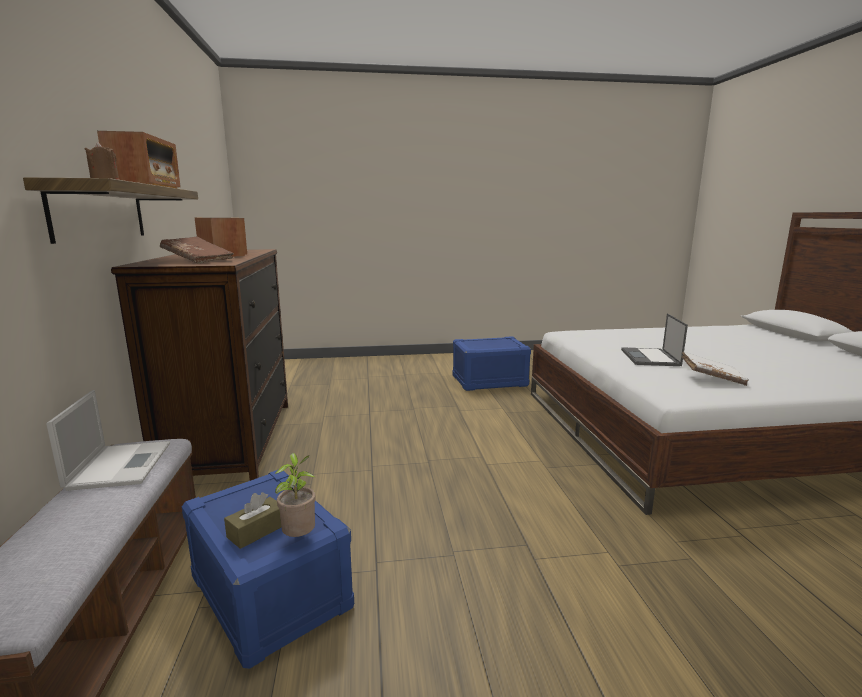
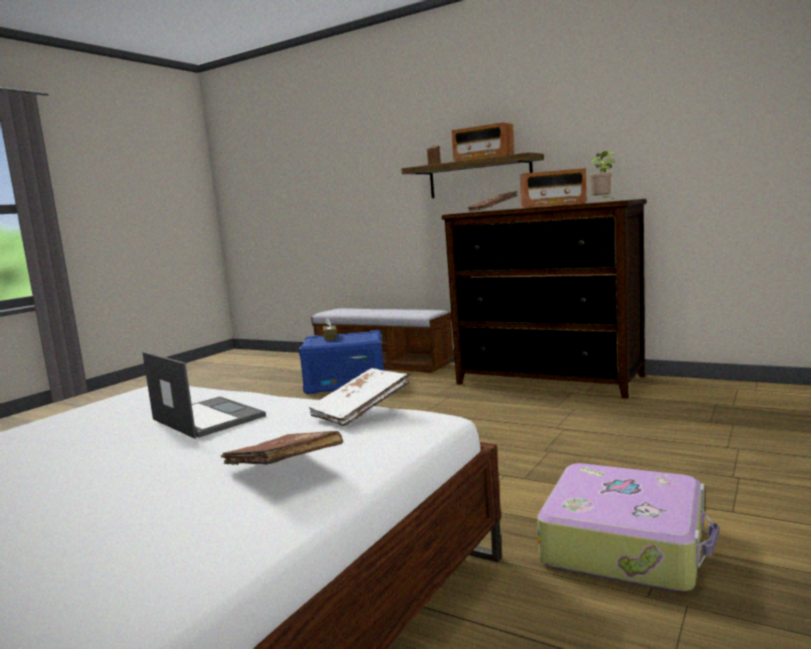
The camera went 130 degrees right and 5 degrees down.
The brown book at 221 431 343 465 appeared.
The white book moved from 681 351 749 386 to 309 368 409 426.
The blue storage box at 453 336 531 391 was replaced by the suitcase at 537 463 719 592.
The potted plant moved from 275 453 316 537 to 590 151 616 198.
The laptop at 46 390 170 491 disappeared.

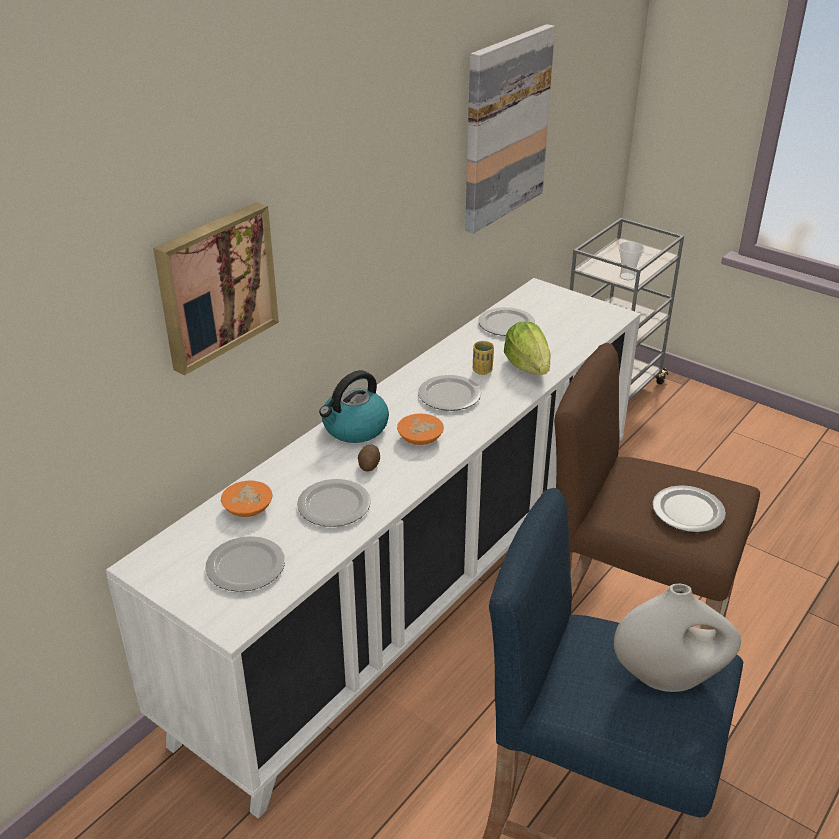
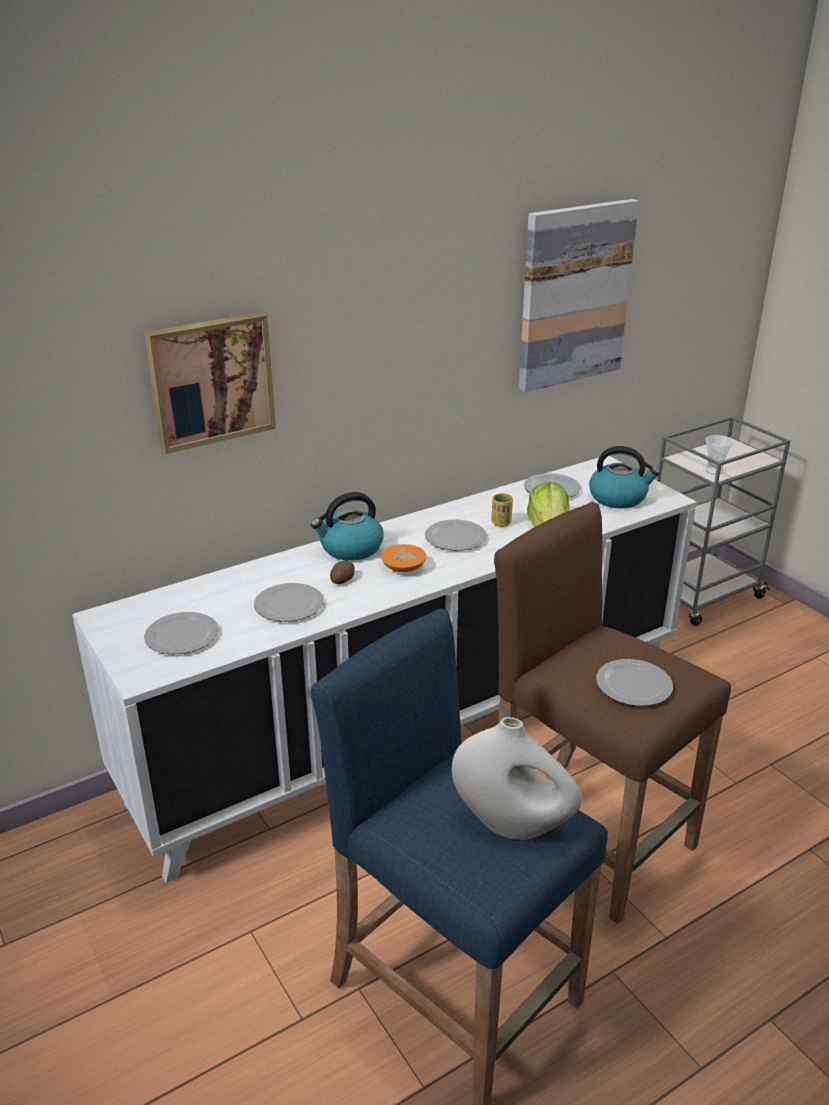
The camera went 20 degrees right and 5 degrees down.
The kettle at 589 446 660 508 appeared.
The orange bowl at 221 480 273 517 disappeared.

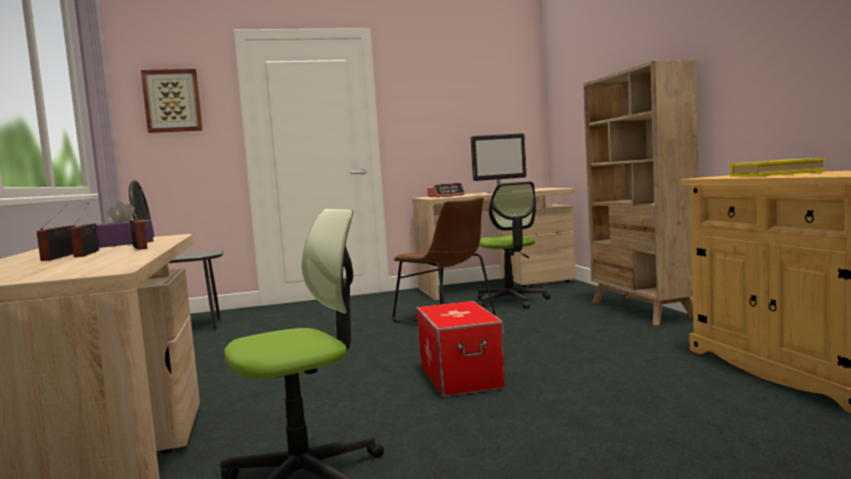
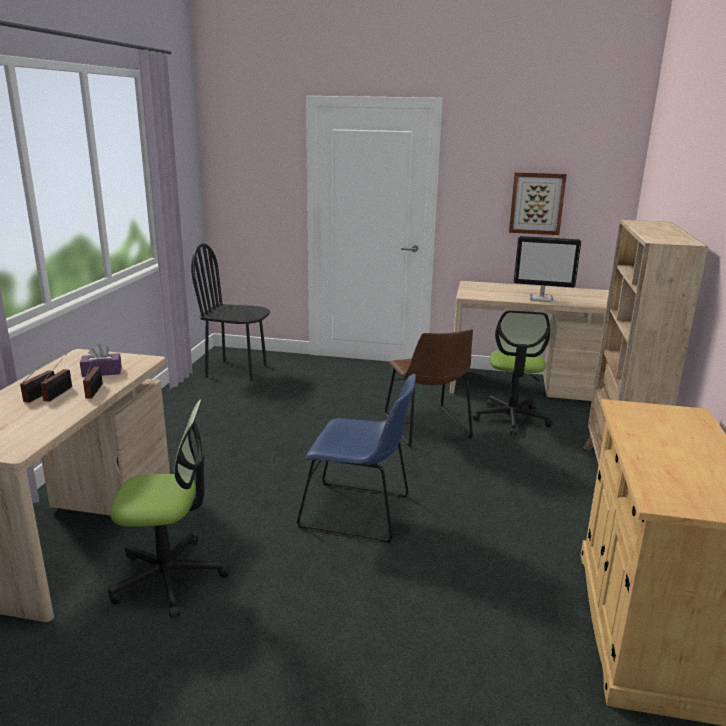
The camera went 25 degrees right and 15 degrees up.
The storage box at 416 301 506 397 was replaced by the blue chair at 296 374 416 543.
The picture moved from 141 69 203 133 to 509 172 567 235.
The alarm clock at 427 183 465 198 disappeared.
The yellow book at 730 158 825 177 disappeared.

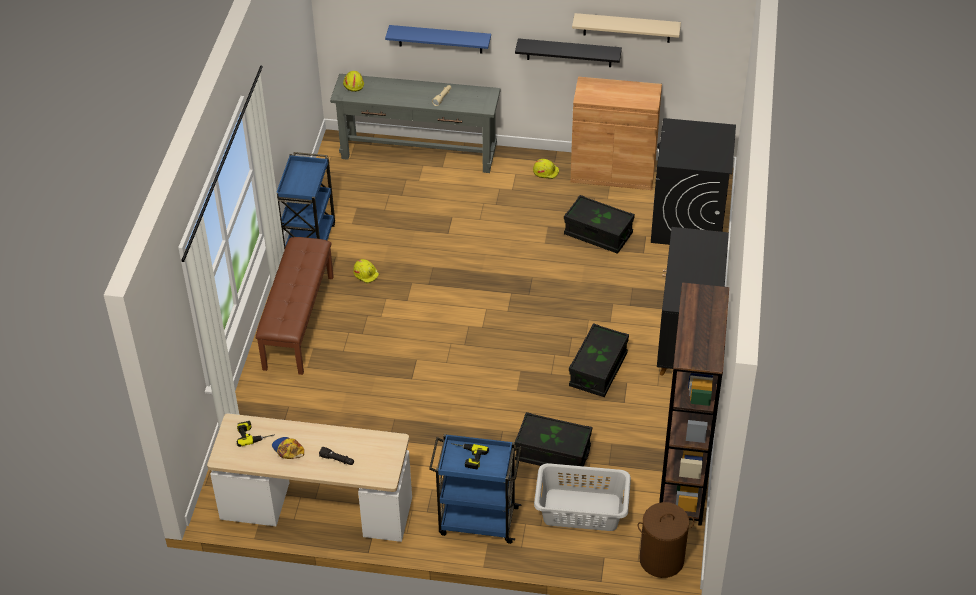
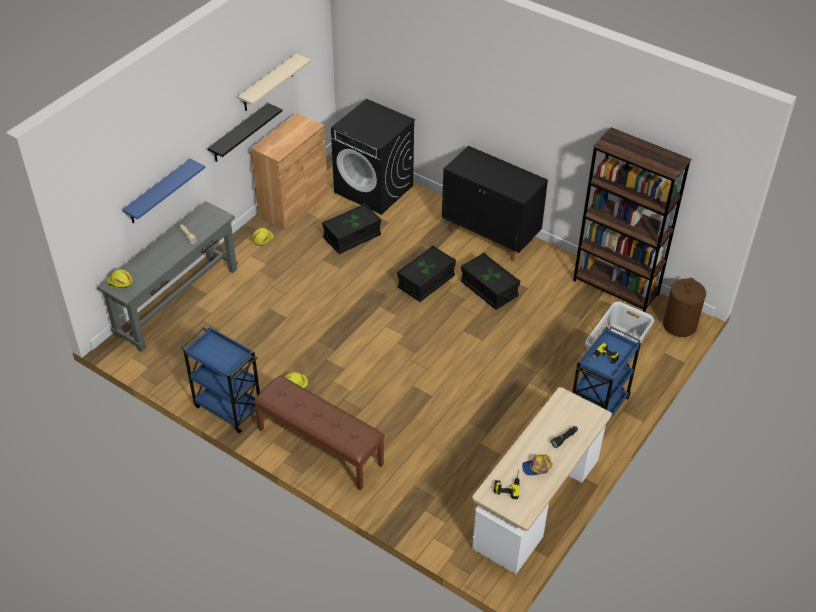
The camera went 65 degrees left and 0 degrees up.
The black storage box moved from 515 412 592 475 to 397 245 456 302.

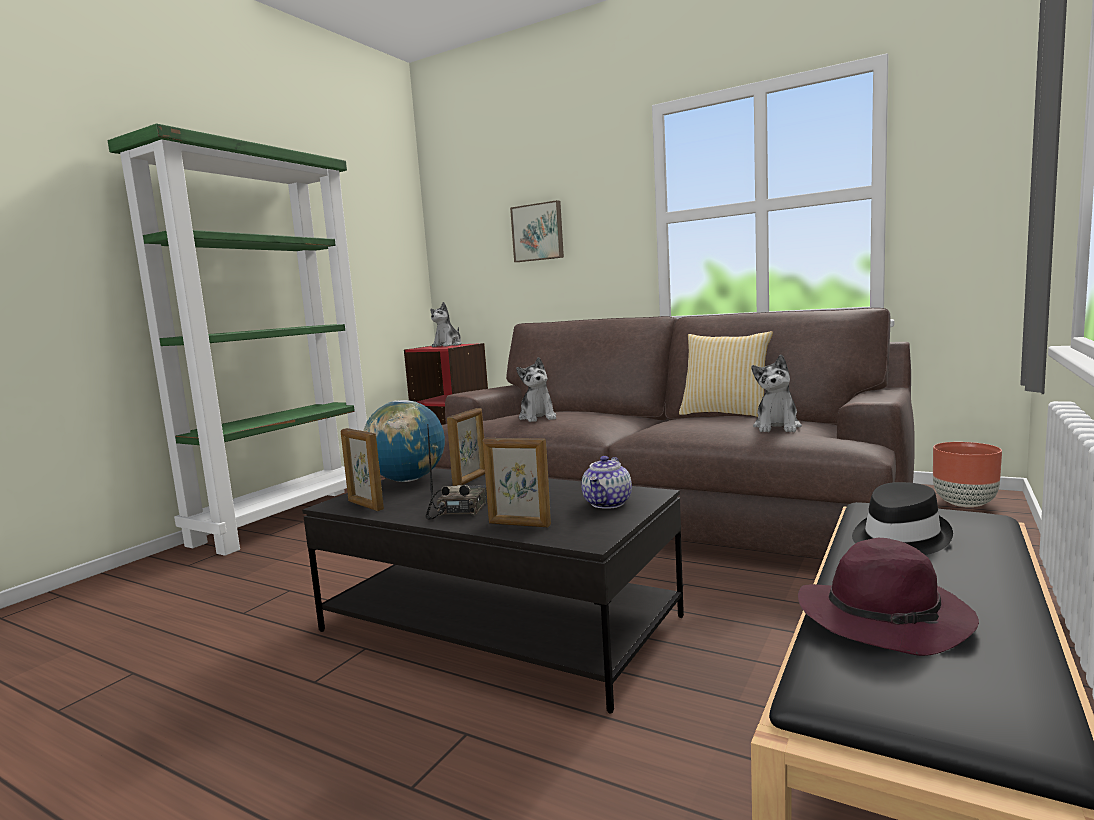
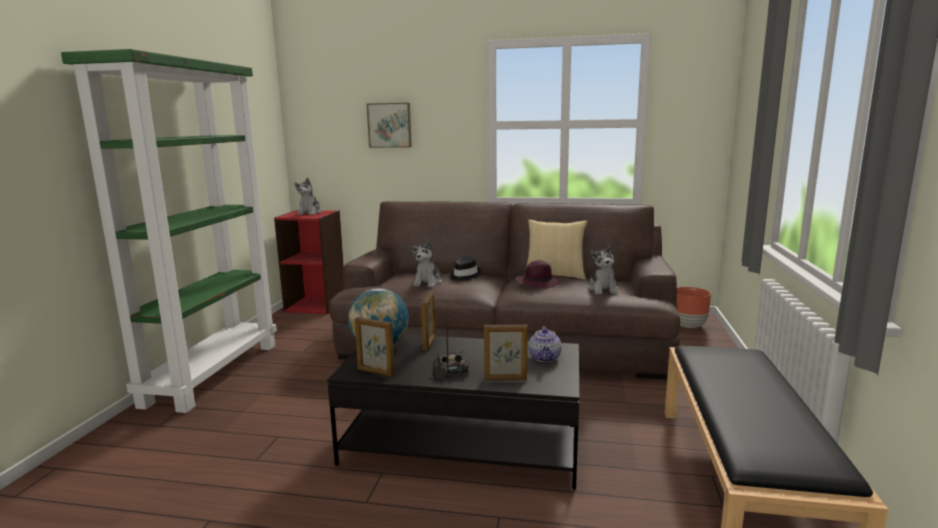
The camera went 20 degrees left and 5 degrees up.
The plush toy at 516 357 556 422 turned 45 degrees clockwise.
The black hat moved from 852 482 953 555 to 450 256 481 281.
The purple hat moved from 798 538 979 656 to 515 260 561 288.

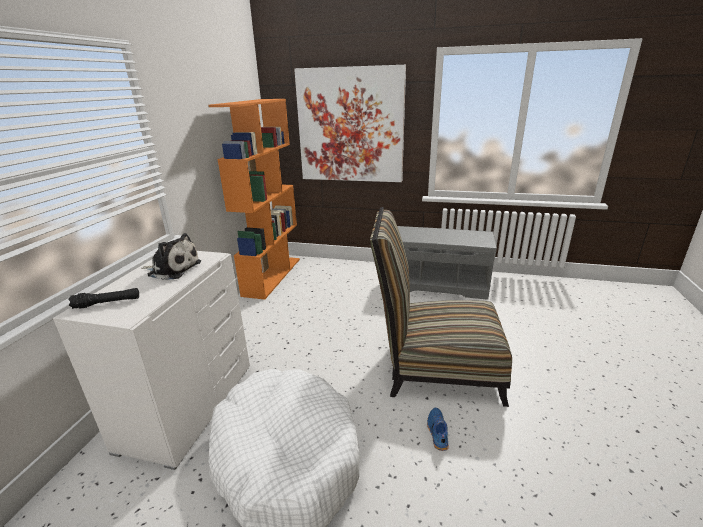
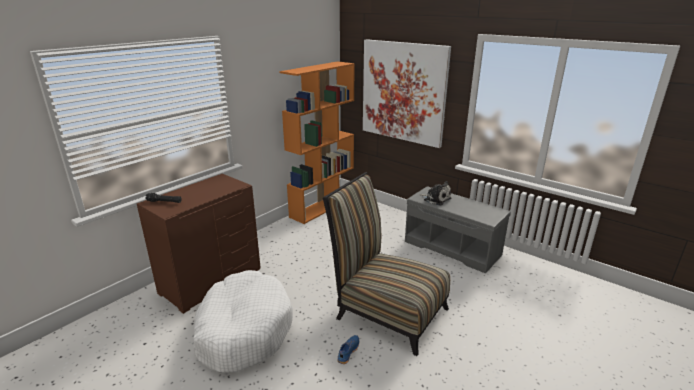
The camera went 25 degrees right and 0 degrees up.
The white dresser at 53 251 250 470 became the brown dresser at 137 174 261 314.
The plush toy moved from 142 233 201 280 to 419 181 451 206.

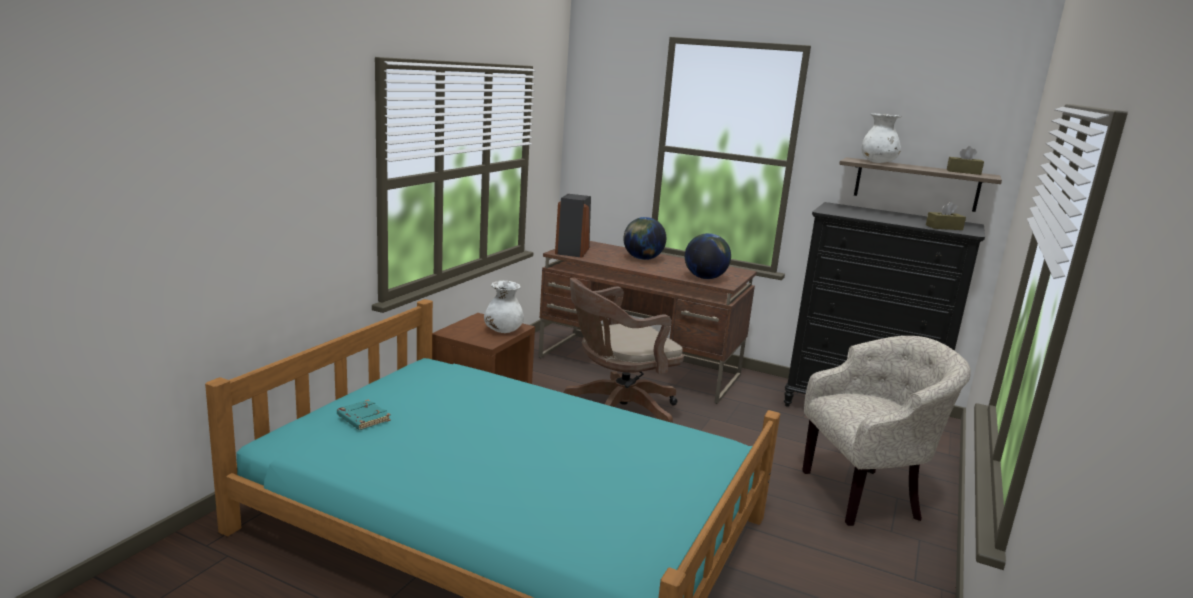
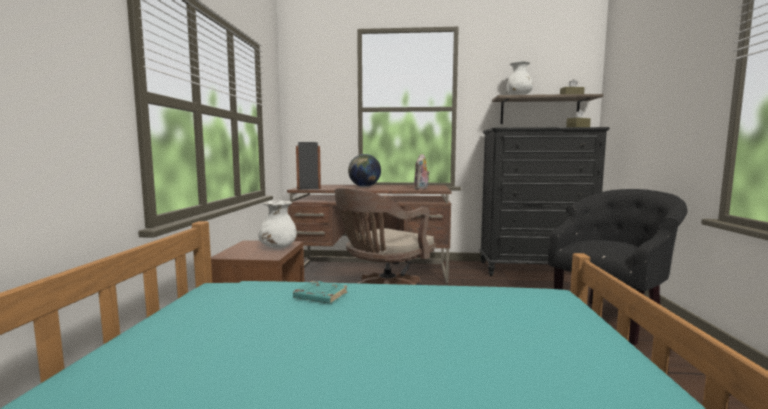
The camera went 20 degrees left and 10 degrees down.
The turquoise book moved from 337 400 391 430 to 293 281 347 304.
The globe at 685 233 731 279 was replaced by the plush toy at 414 154 430 190.
The beige armchair at 802 336 971 526 became the black armchair at 548 189 688 345.

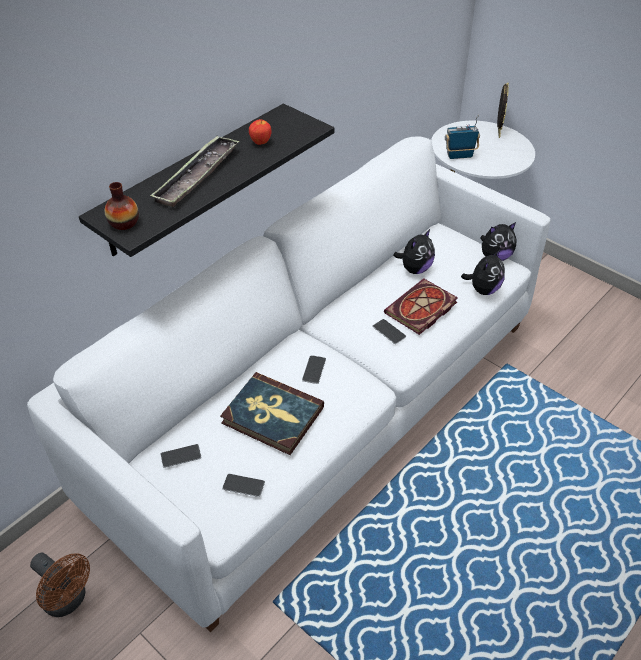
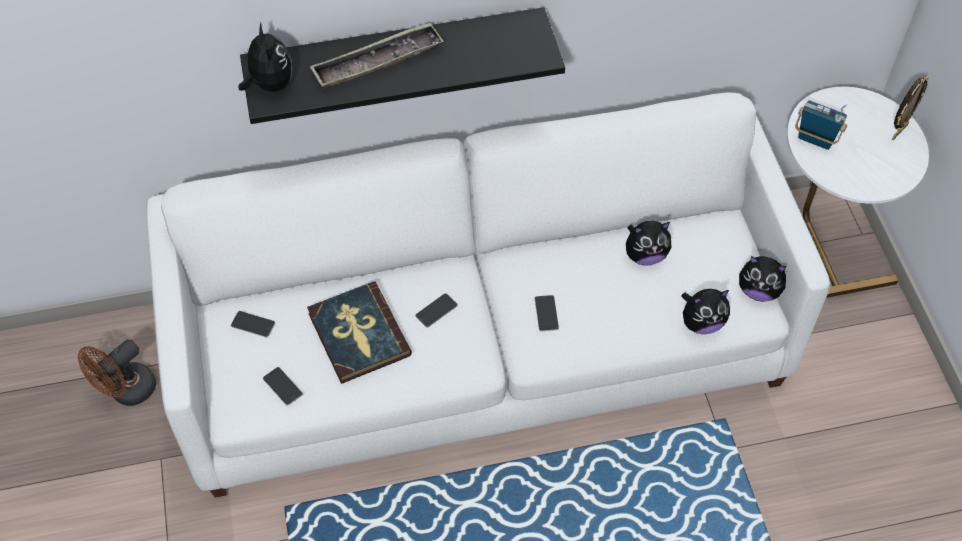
The camera went 35 degrees right and 10 degrees up.
The brown fan at 30 553 90 617 turned 60 degrees clockwise.
The vase at 105 182 139 230 was replaced by the plush toy at 238 23 293 92.
The apple at 249 119 272 145 disappeared.
The book at 384 278 458 335 disappeared.

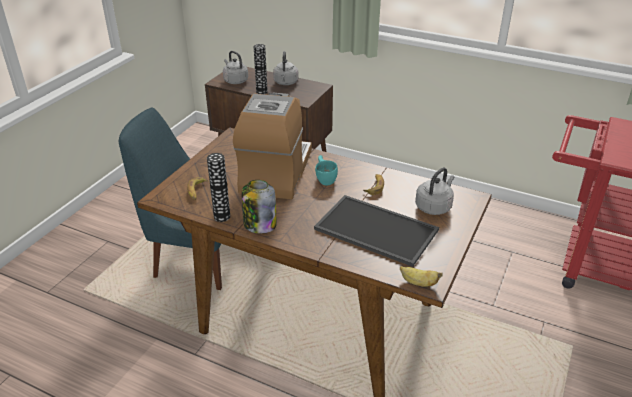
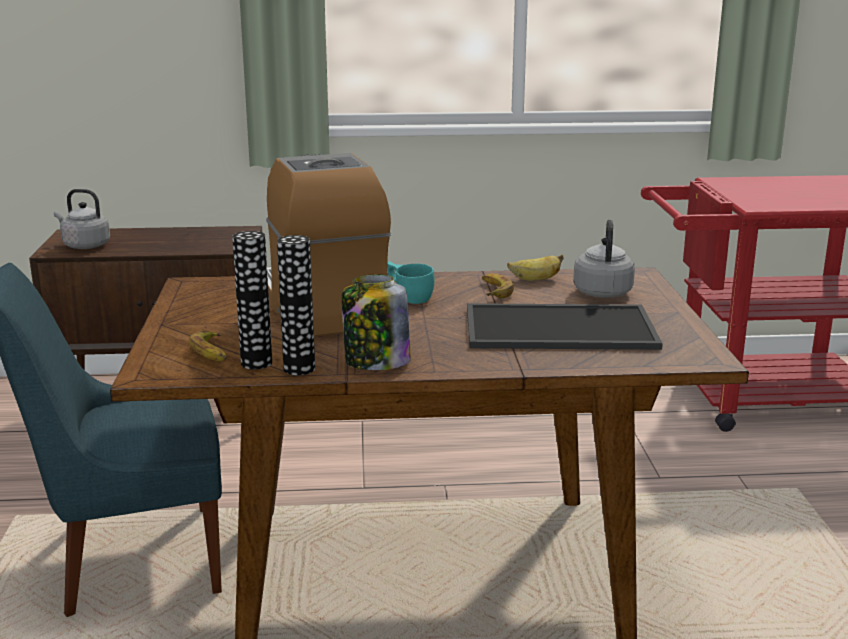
The camera went 30 degrees left and 15 degrees down.
The vase moved from 254 44 268 94 to 232 231 272 369.
The banana moved from 400 266 442 287 to 507 254 564 281.
The grey kettle at 273 51 299 85 disappeared.

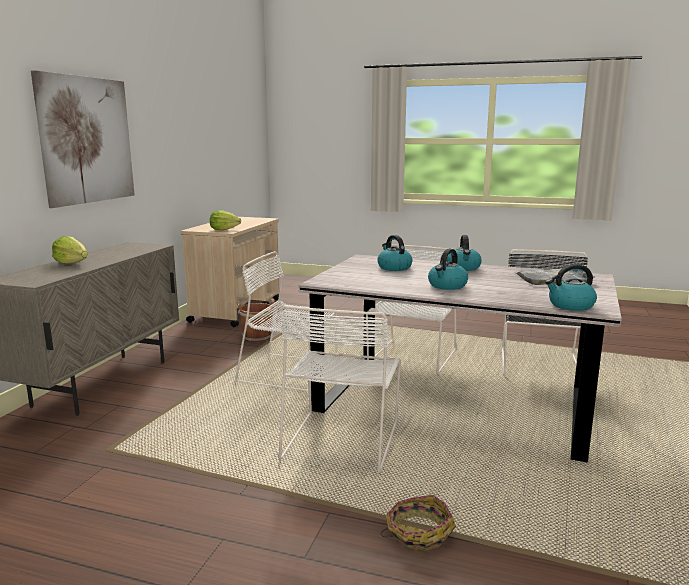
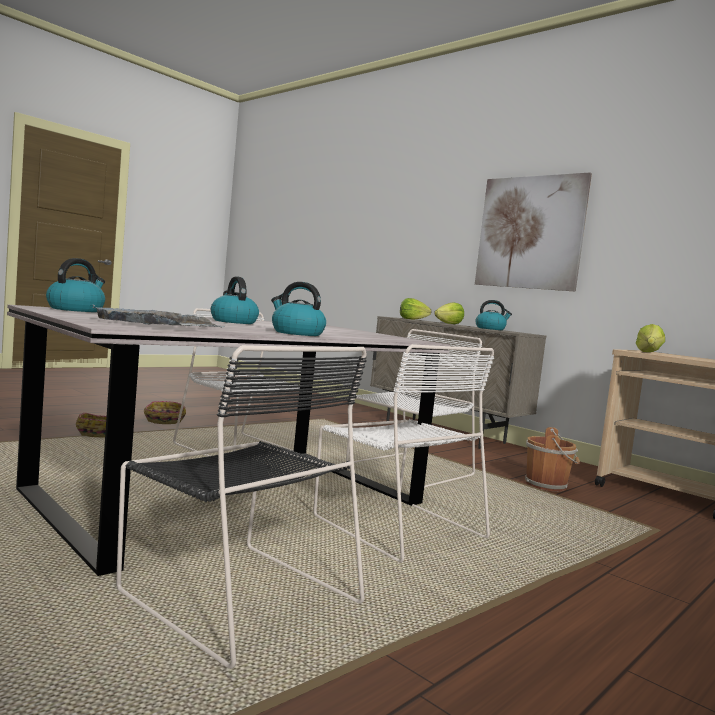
The camera went 115 degrees right and 10 degrees down.
The basket at 144 401 186 424 appeared.
The lettuce at 400 298 431 320 appeared.
The kettle moved from 377 235 413 271 to 476 300 512 330.

